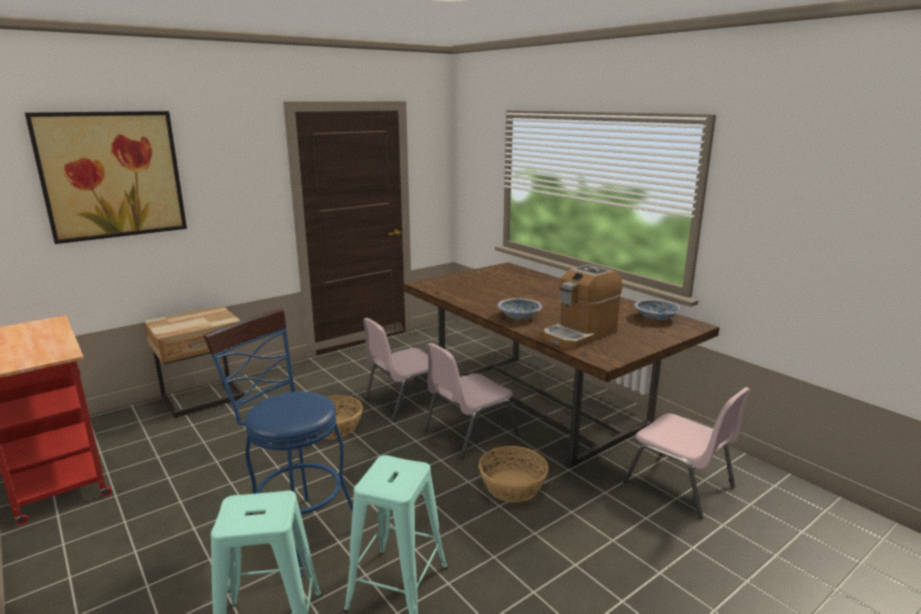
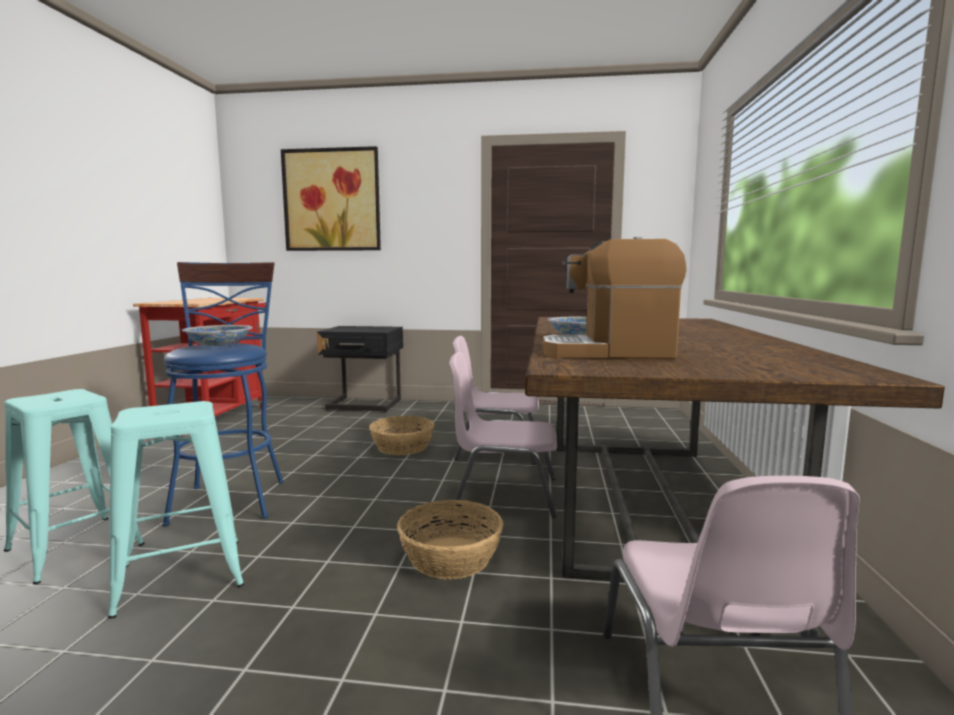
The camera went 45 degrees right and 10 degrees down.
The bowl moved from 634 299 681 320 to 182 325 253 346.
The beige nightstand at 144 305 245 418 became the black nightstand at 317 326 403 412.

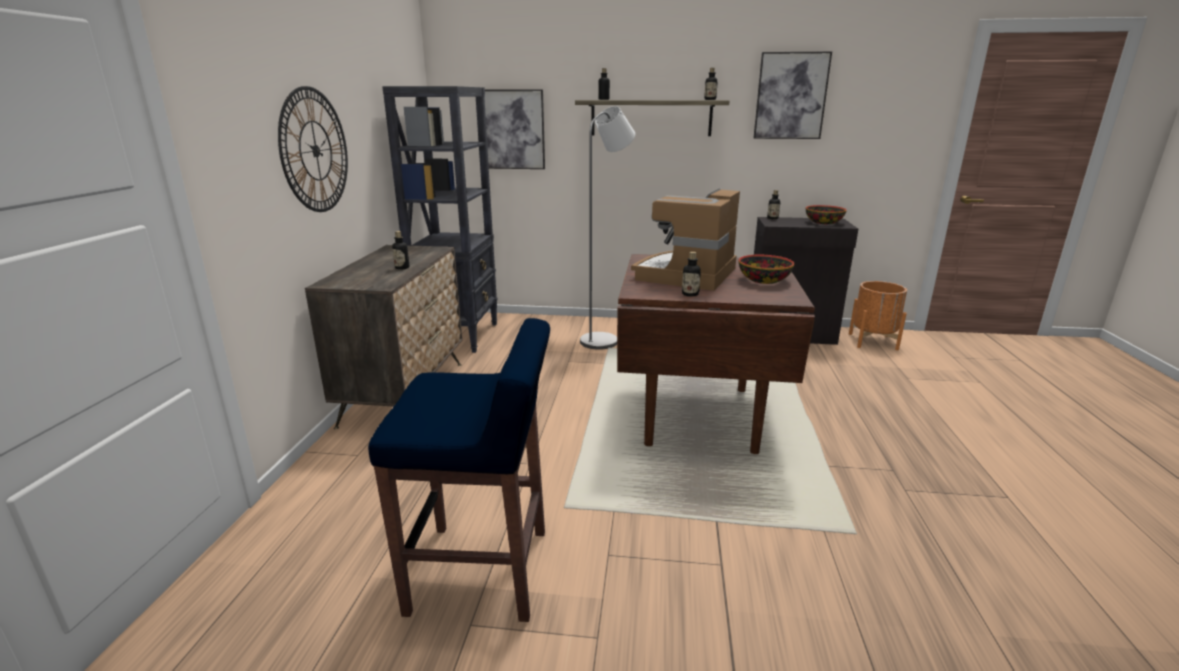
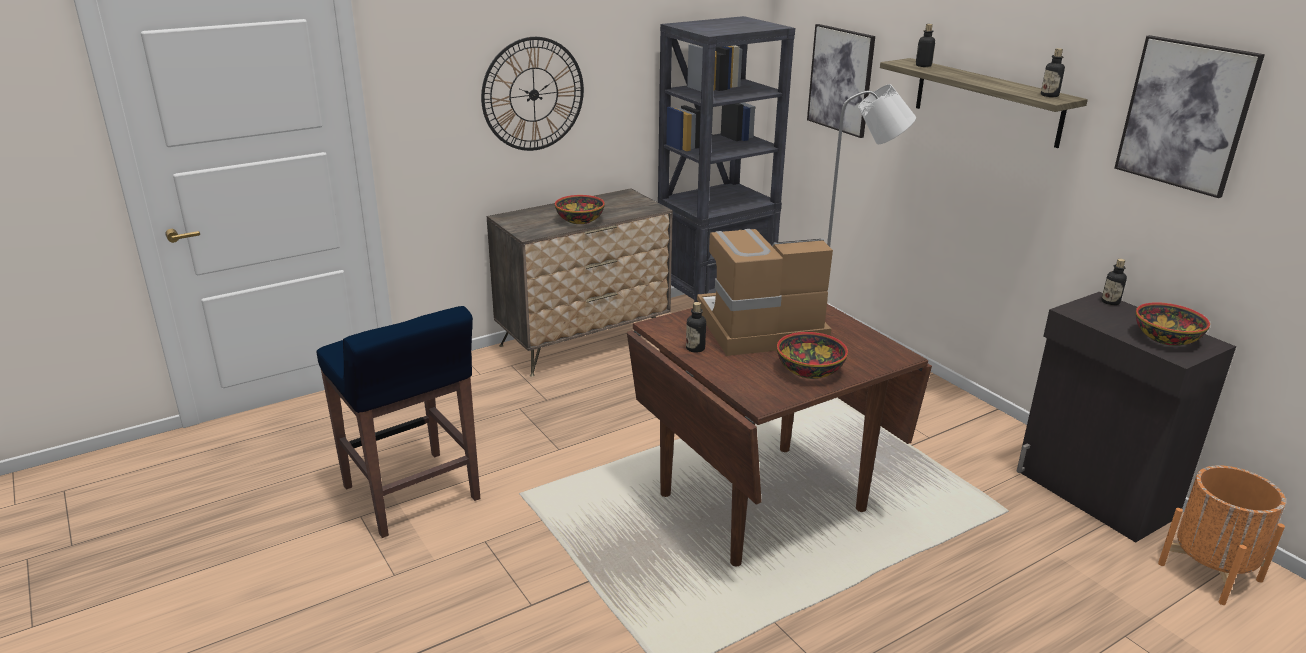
The camera went 50 degrees right and 5 degrees up.
The bottle at 392 231 409 269 was replaced by the bowl at 555 195 605 224.

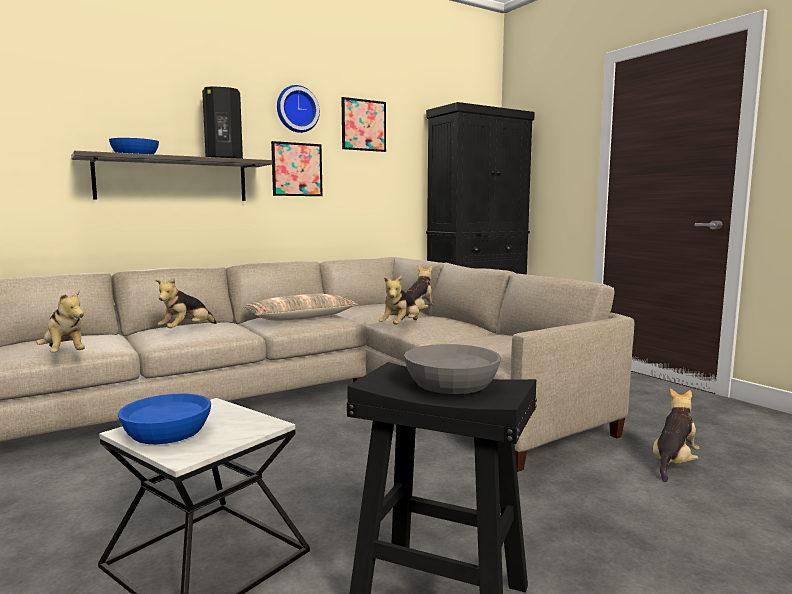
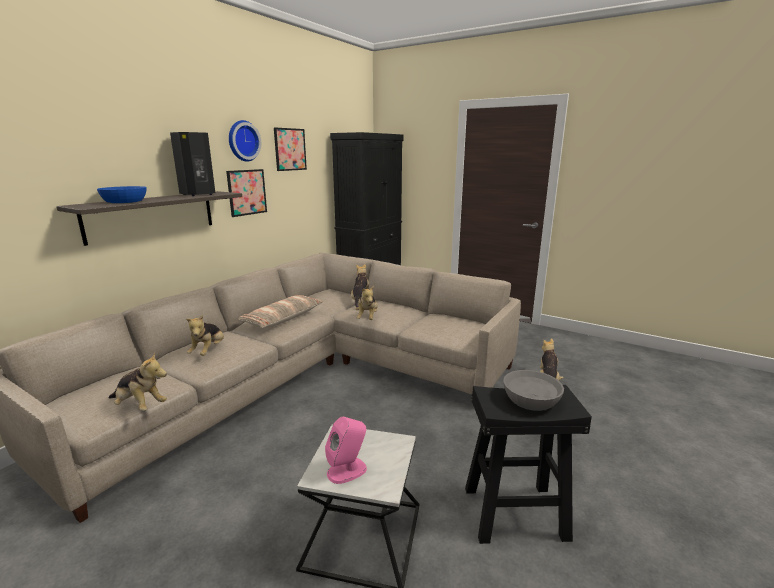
The camera went 25 degrees left and 10 degrees up.
The blue bowl at 118 394 211 444 was replaced by the pink speaker at 325 417 367 484.

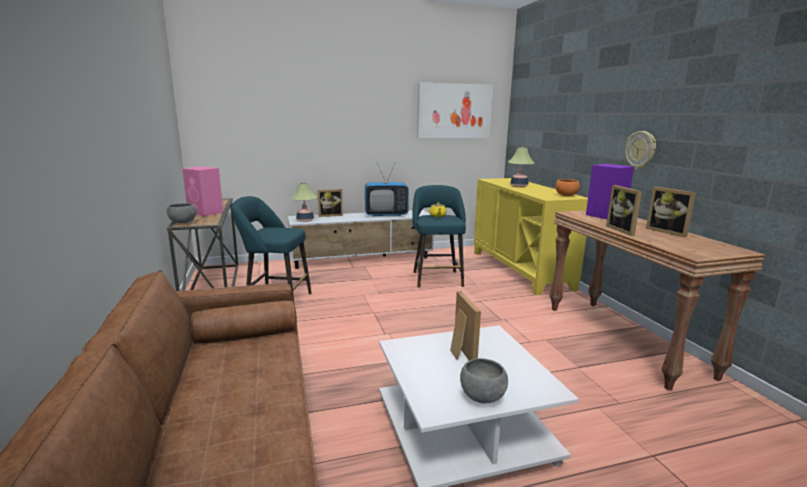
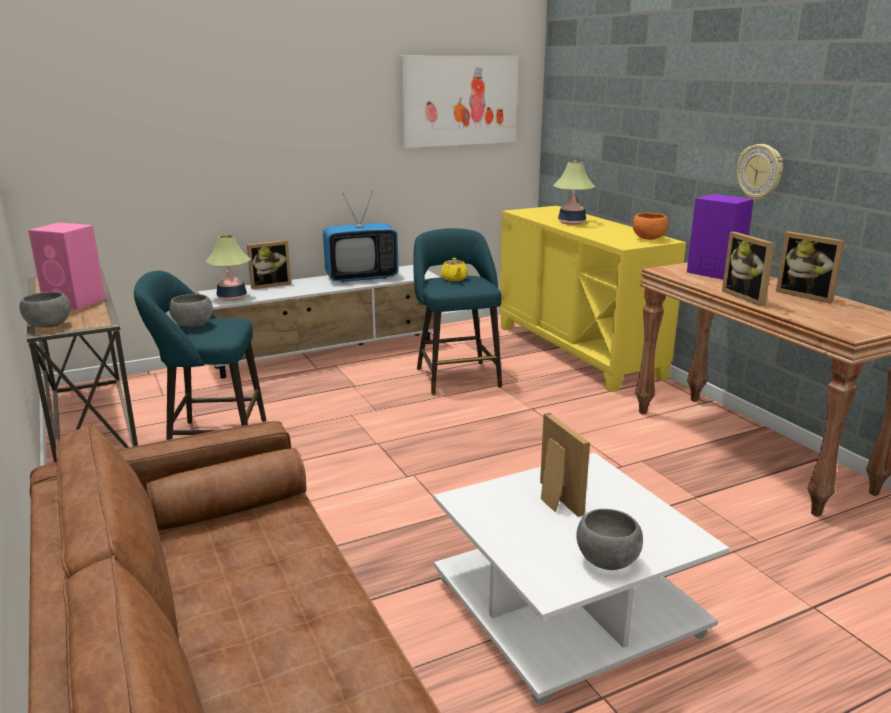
The camera went 10 degrees left and 5 degrees up.
The grey bowl at 169 294 213 327 appeared.

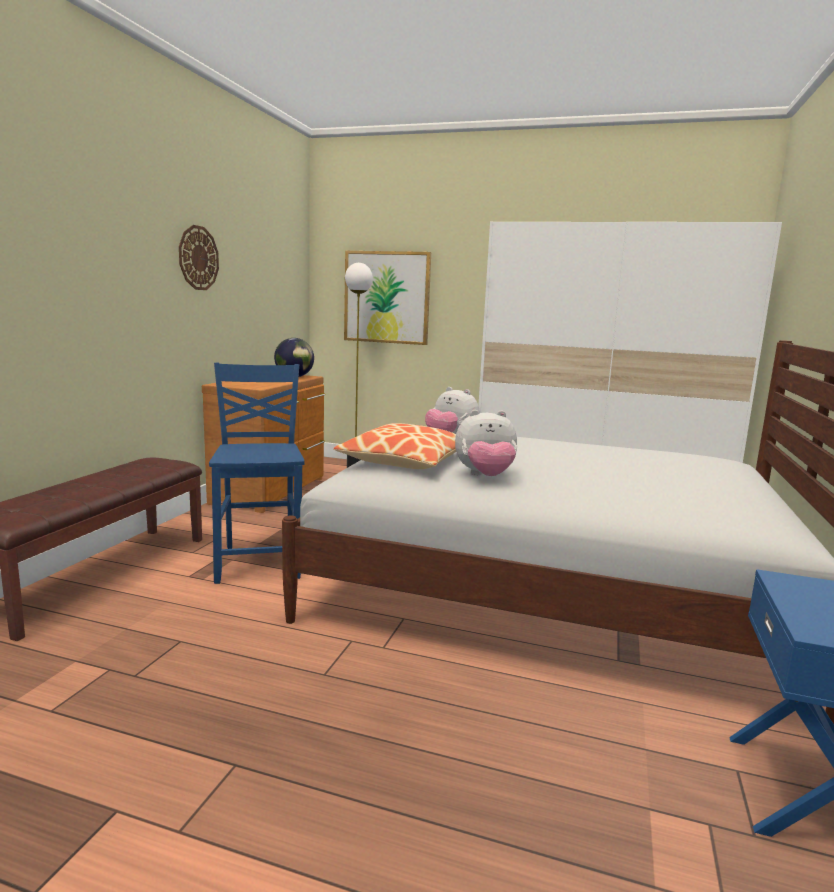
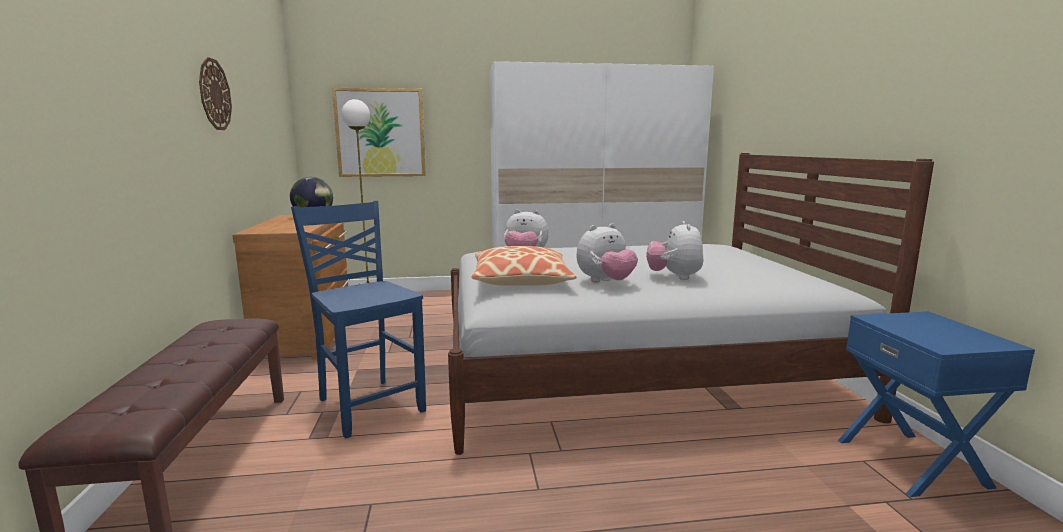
The camera went 25 degrees left and 0 degrees up.
The plush toy at 646 221 703 280 appeared.

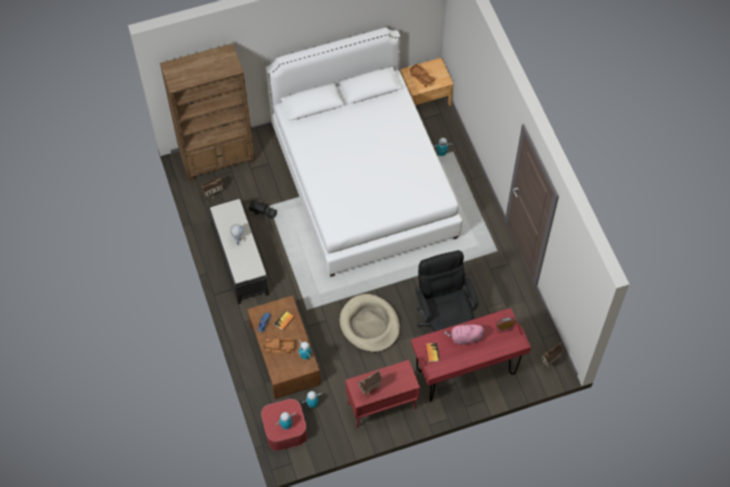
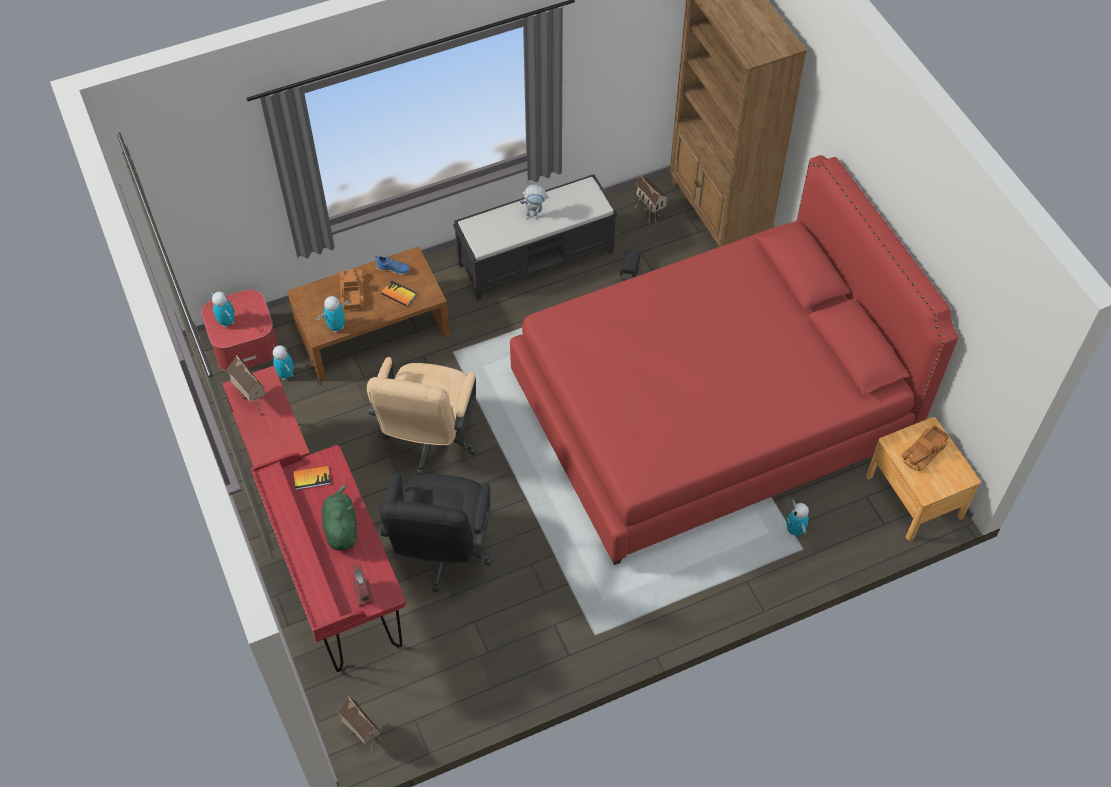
The camera went 85 degrees right and 5 degrees down.
The pink plush toy at 444 323 485 345 became the green plush toy at 321 485 357 550.
The beige dog bed at 340 294 400 352 was replaced by the beige office chair at 367 357 477 475.
The black office chair at 415 250 478 332 turned 120 degrees clockwise.
The white bed at 266 27 462 277 became the red bed at 510 155 958 565.

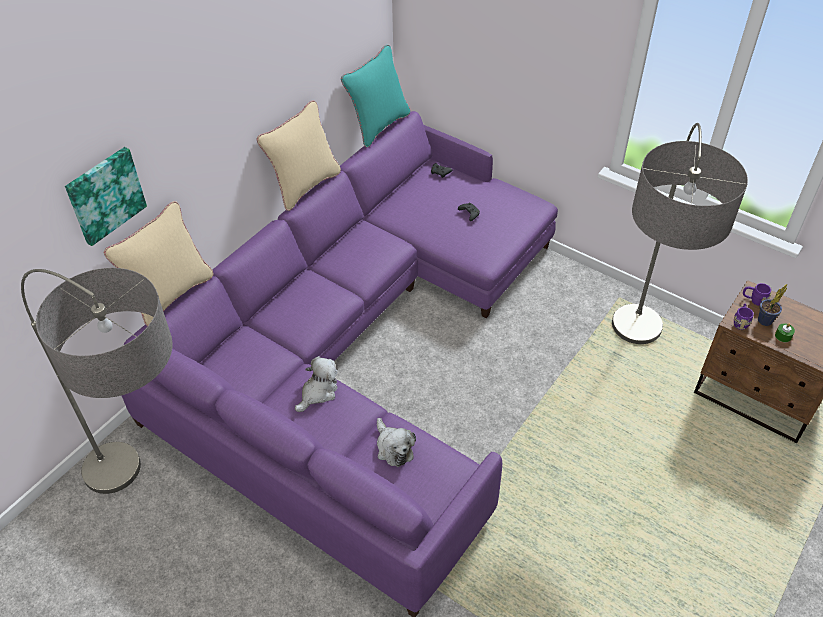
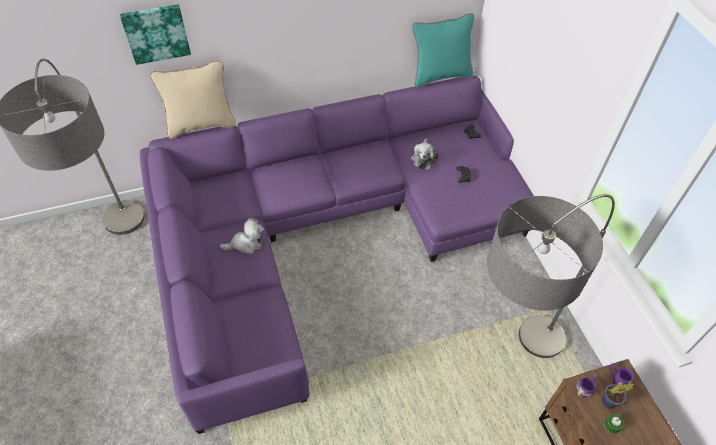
The camera went 35 degrees right and 5 degrees up.
The plush toy moved from 377 418 416 467 to 411 138 439 169.
The beige pillow at 256 101 341 211 disappeared.

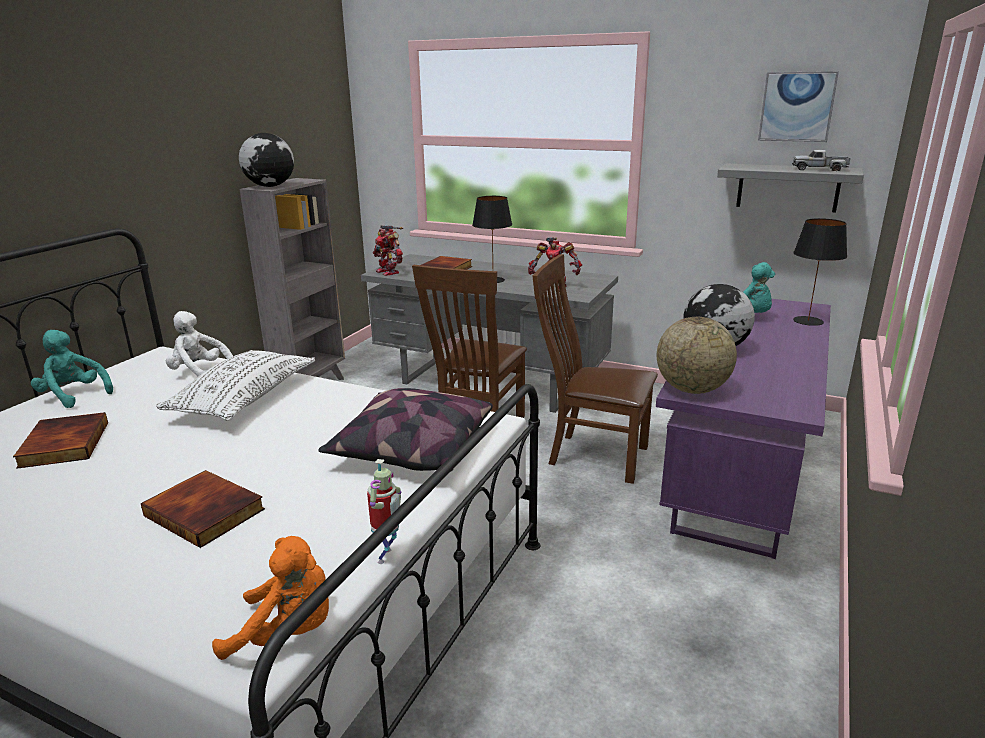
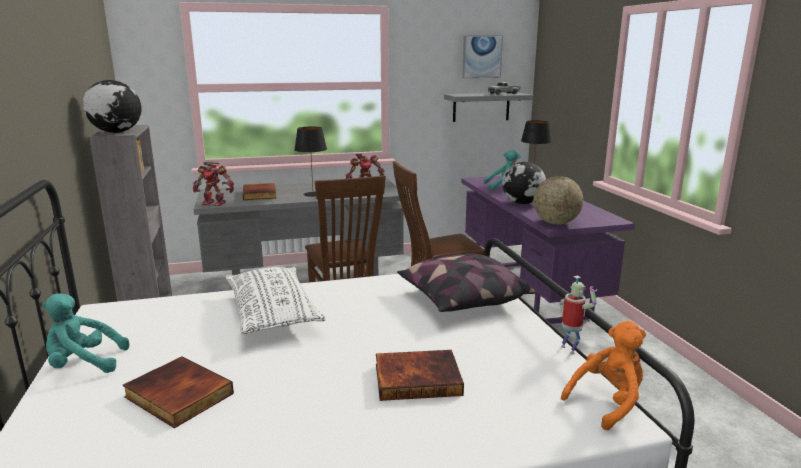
The camera went 40 degrees left and 5 degrees down.
The white plush toy at 166 311 233 377 disappeared.

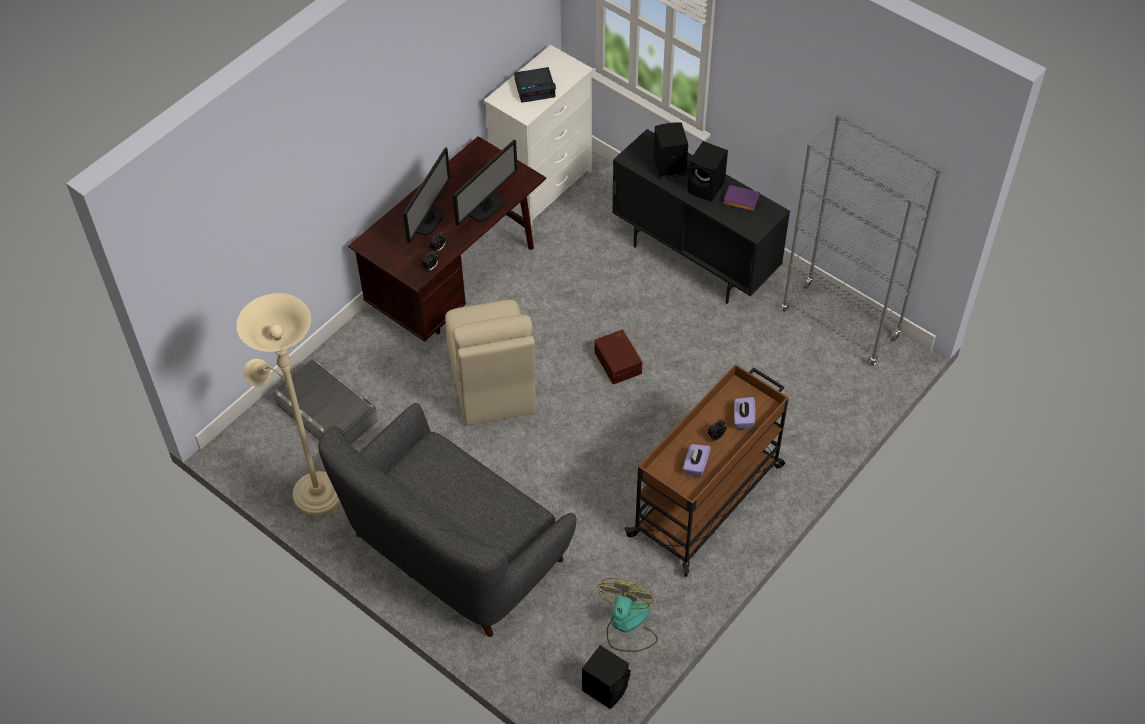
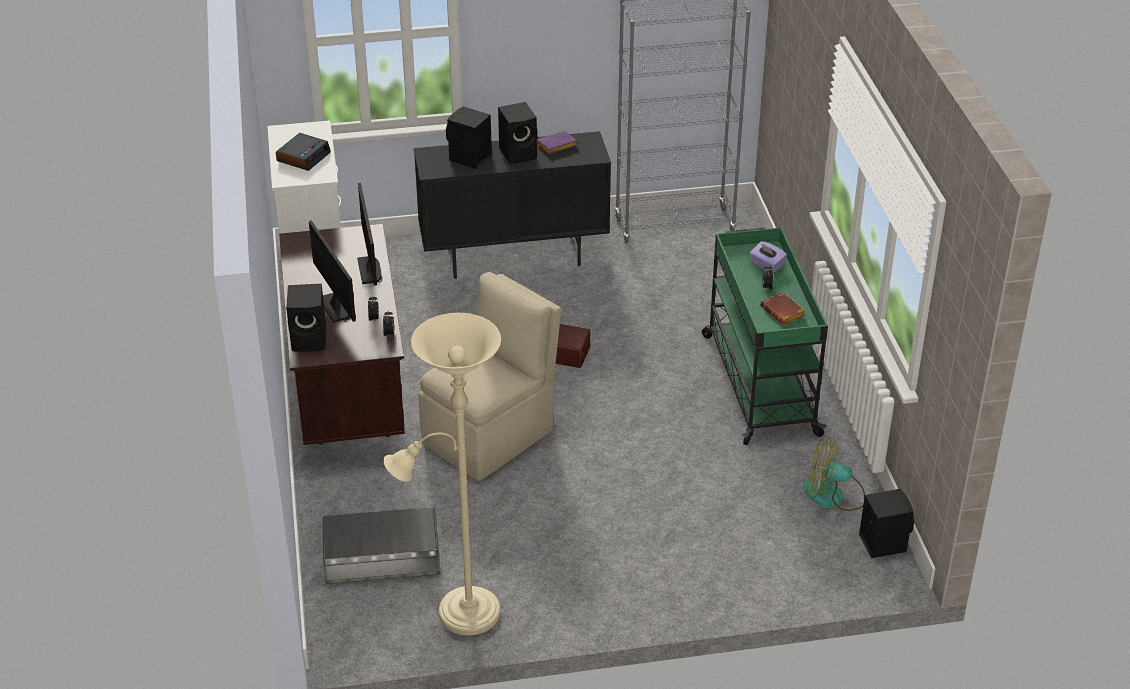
The camera went 50 degrees left and 15 degrees down.
The black speaker at 286 284 326 352 appeared.
The beige chair at 445 299 536 426 turned 75 degrees counterclockwise.
The brown cart at 624 364 789 577 became the green cart at 702 227 828 445.
The purple tissue box at 683 444 711 478 was replaced by the brown book at 760 292 805 325.
The fan at 597 578 658 652 turned 45 degrees counterclockwise.
The grey sofa at 318 403 576 637 disappeared.

